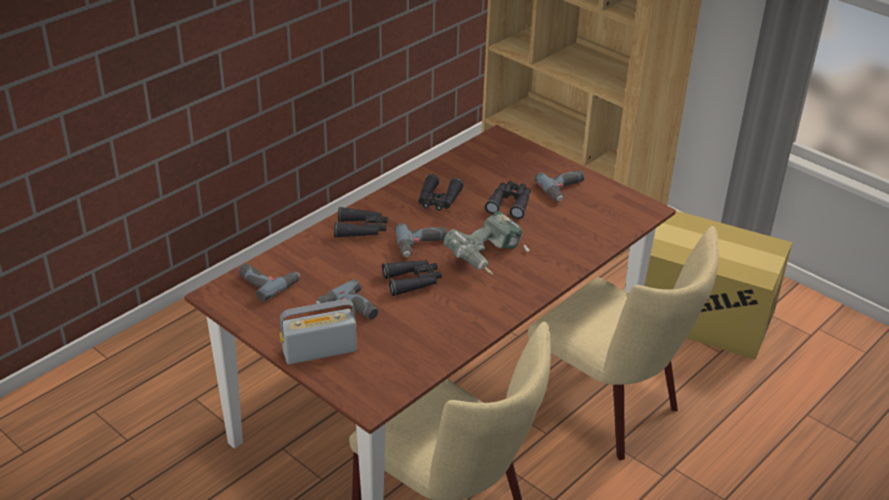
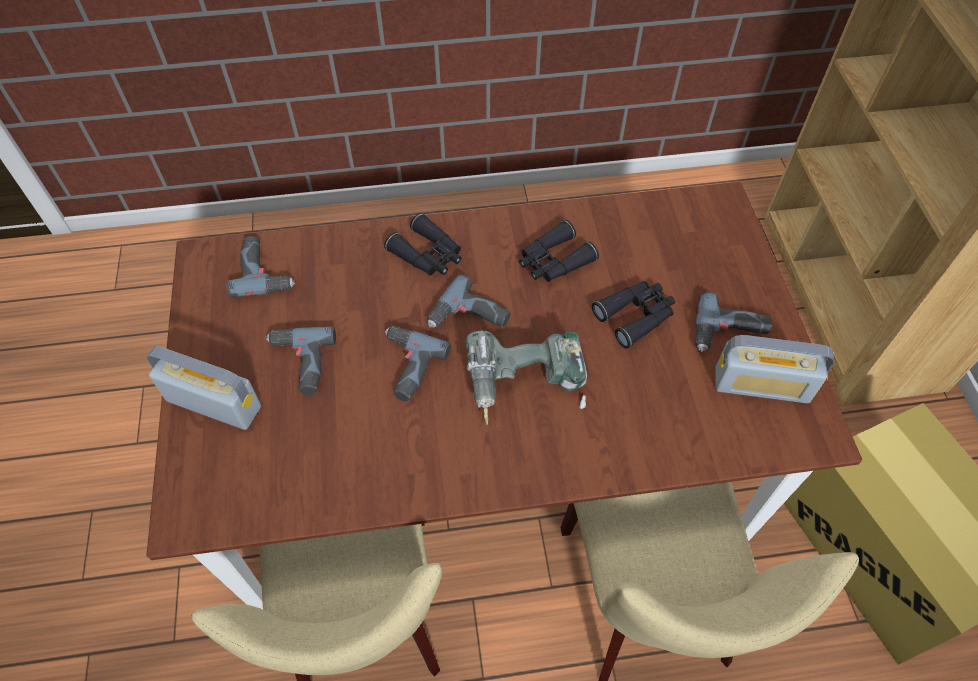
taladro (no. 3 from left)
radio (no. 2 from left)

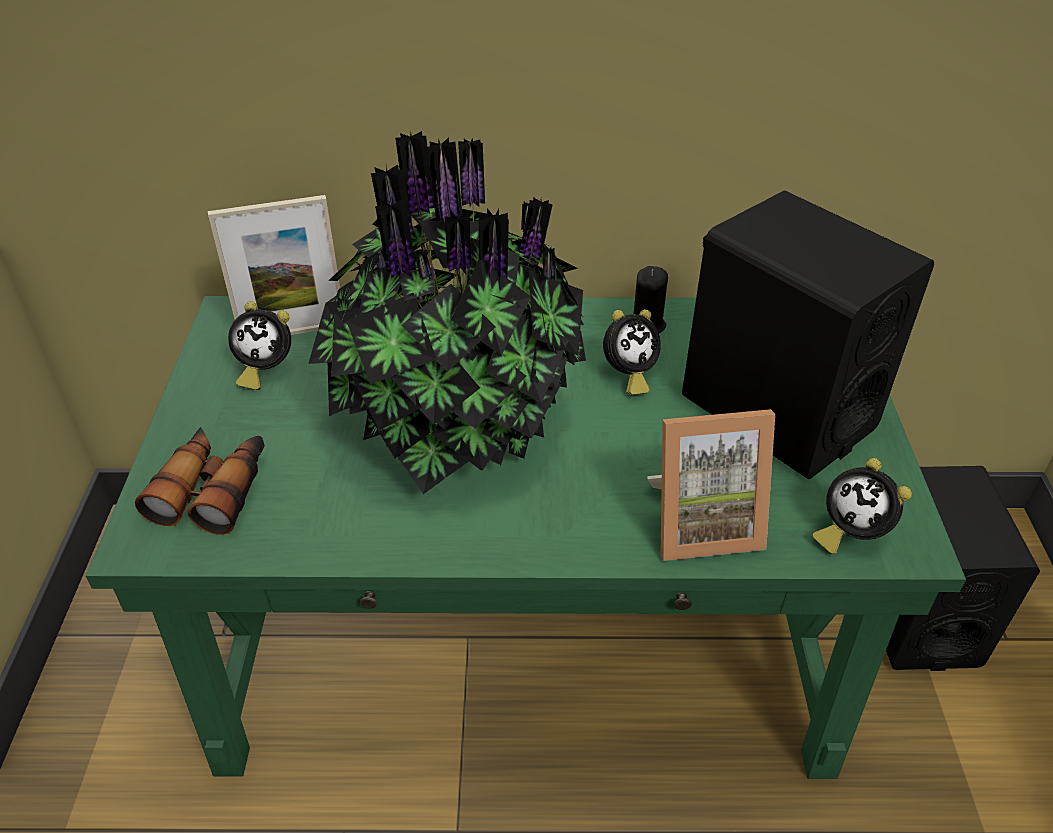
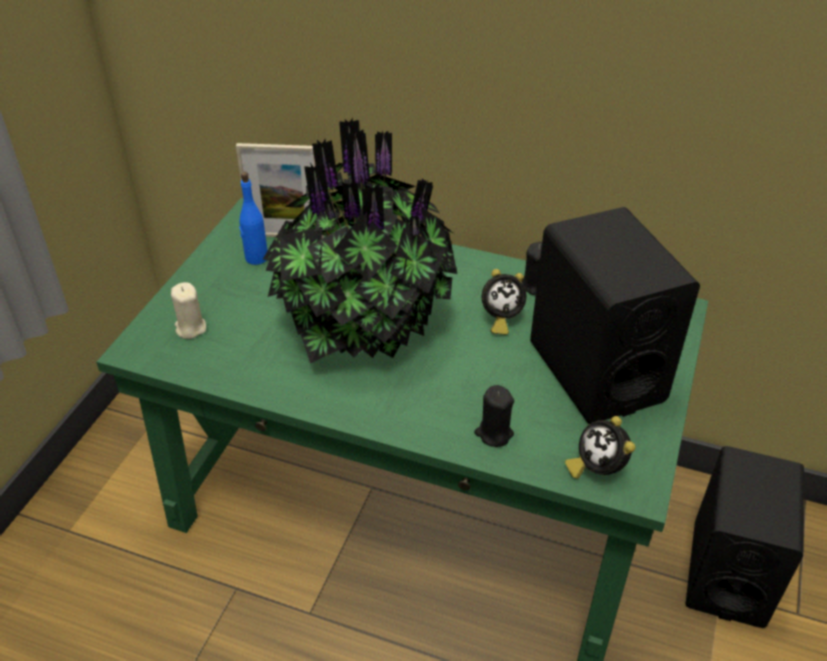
vela [beis]
botella [azul]
vela [negro] (no. 1 from left)

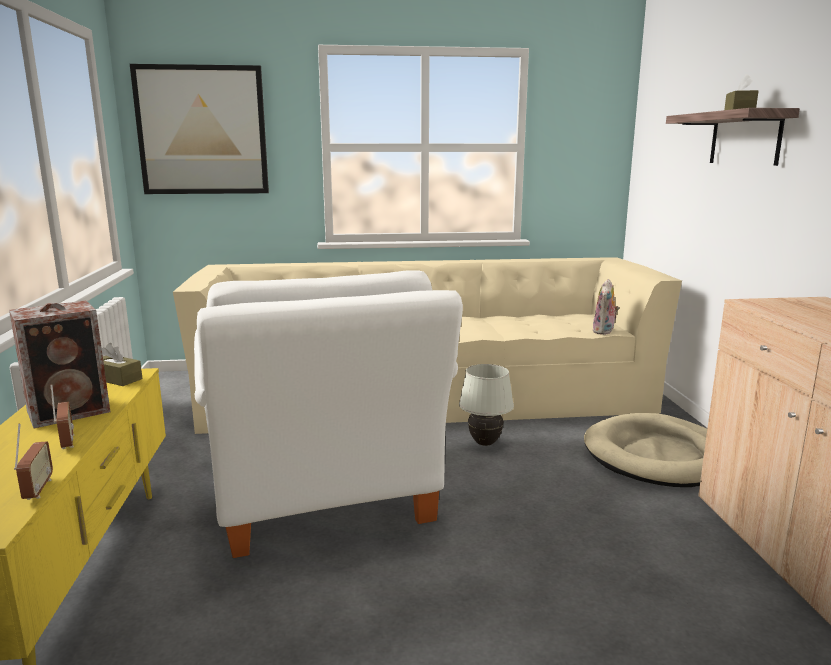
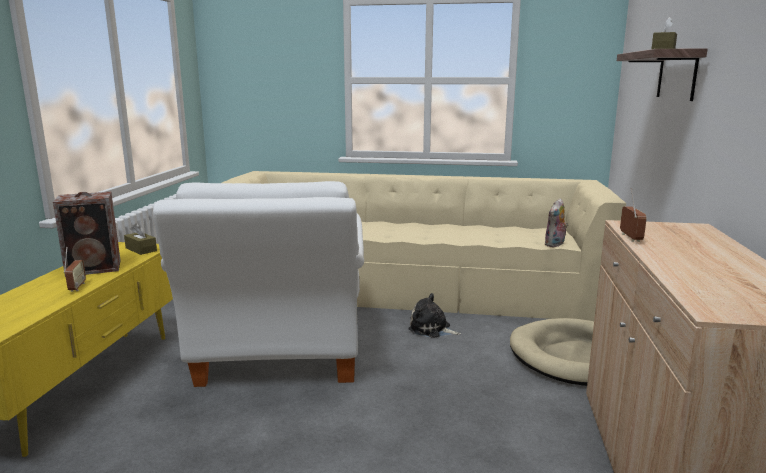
peluche (no. 1 from left)
radio (no. 2 from left)
cuadro

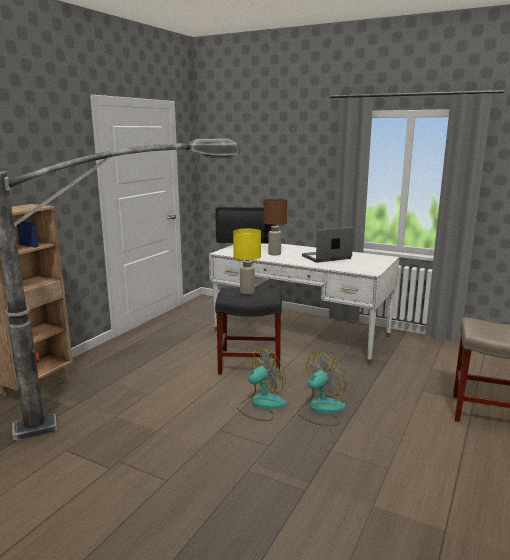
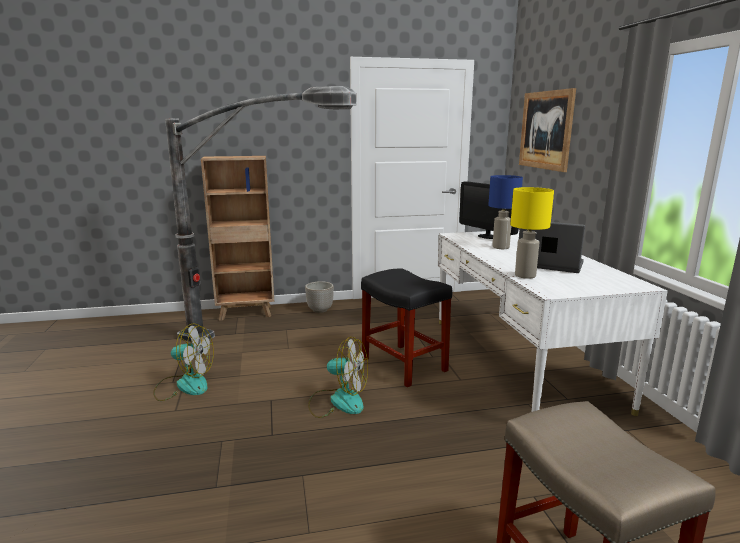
ventilador (no. 1 from left)
maceta
lámpara de mesa [azul]
lámpara de mesa [amarillo]
cuadro

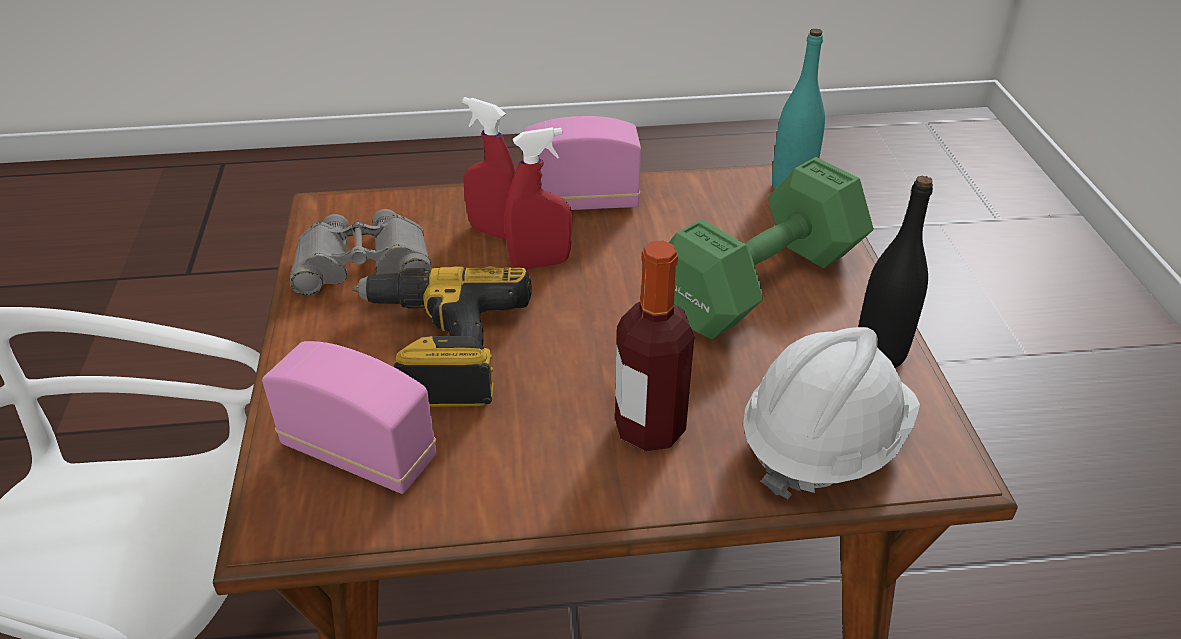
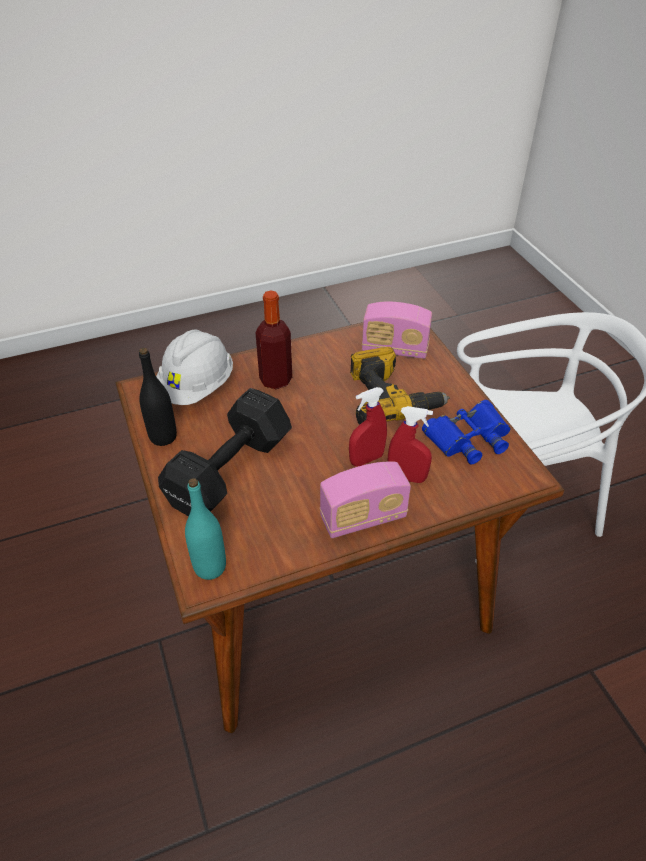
mancuerna [negro]
prismáticos [azul]

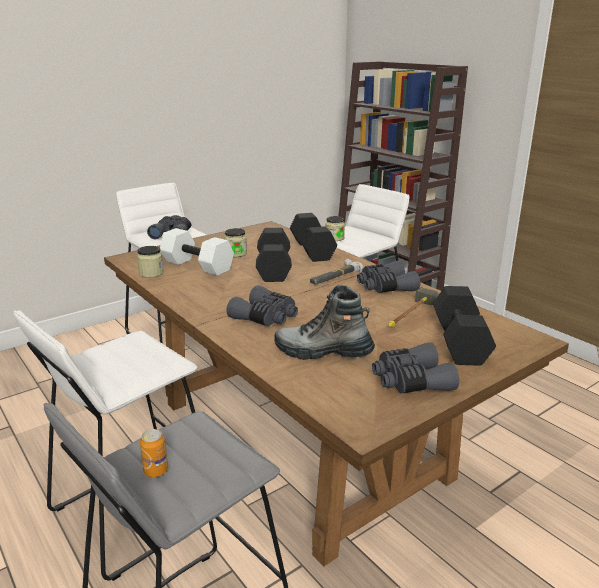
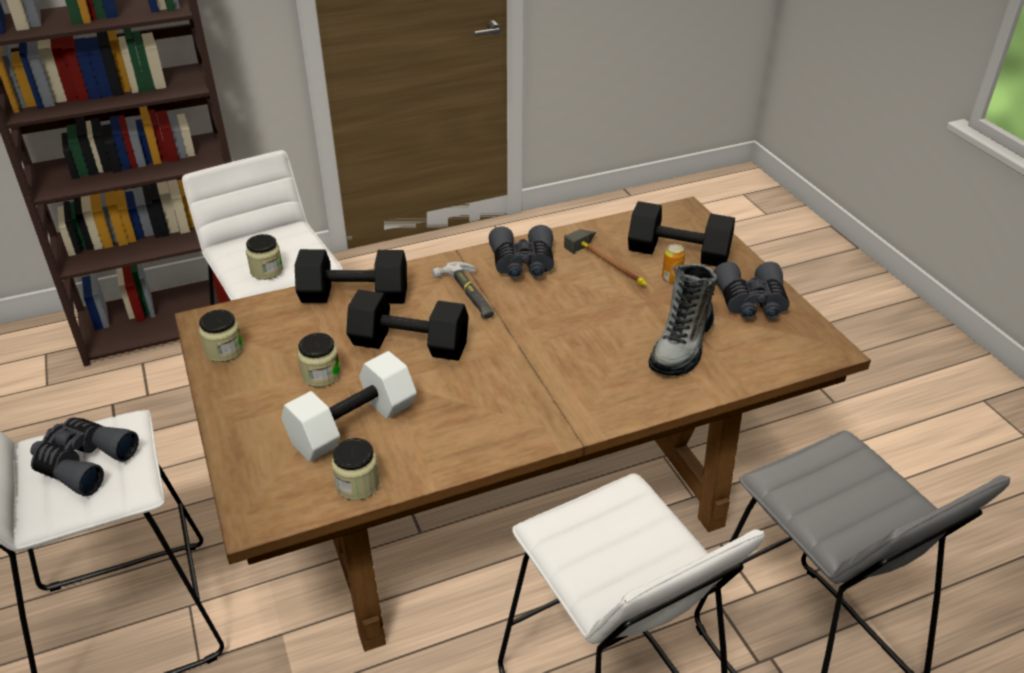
tarro (no. 1 from left)
lata
prismáticos [gris] (no. 2 from left in the first image)

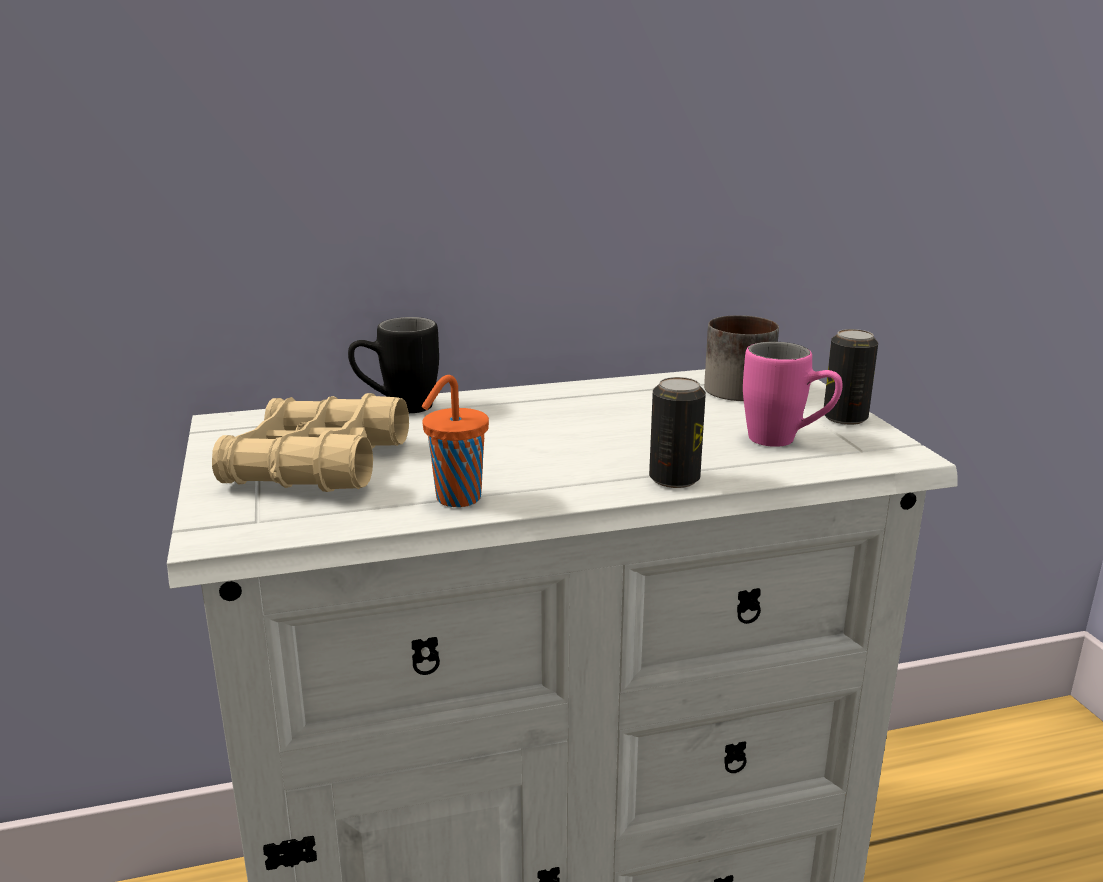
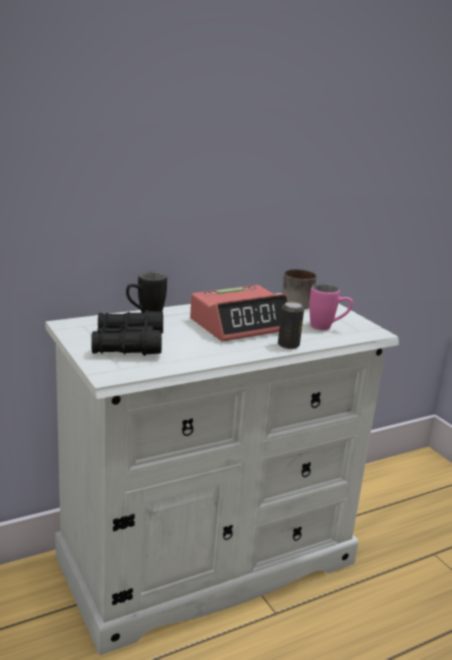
prismáticos [negro]
despertador
taza [naranja]
lata (no. 2 from left in the first image)

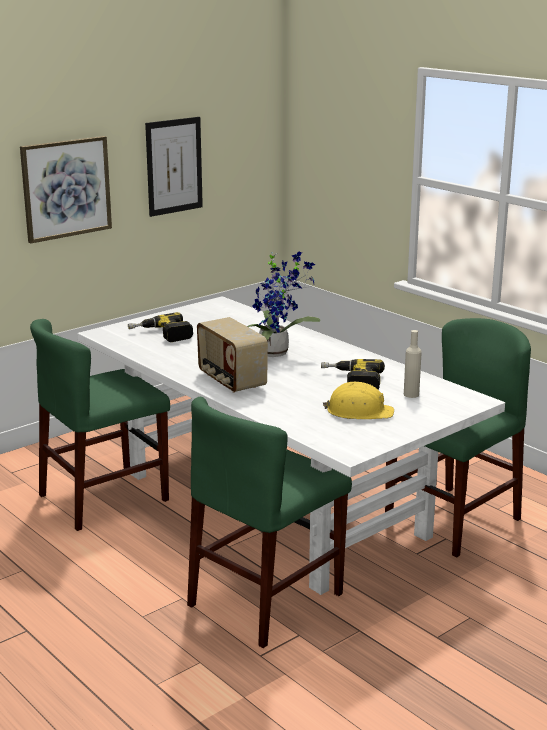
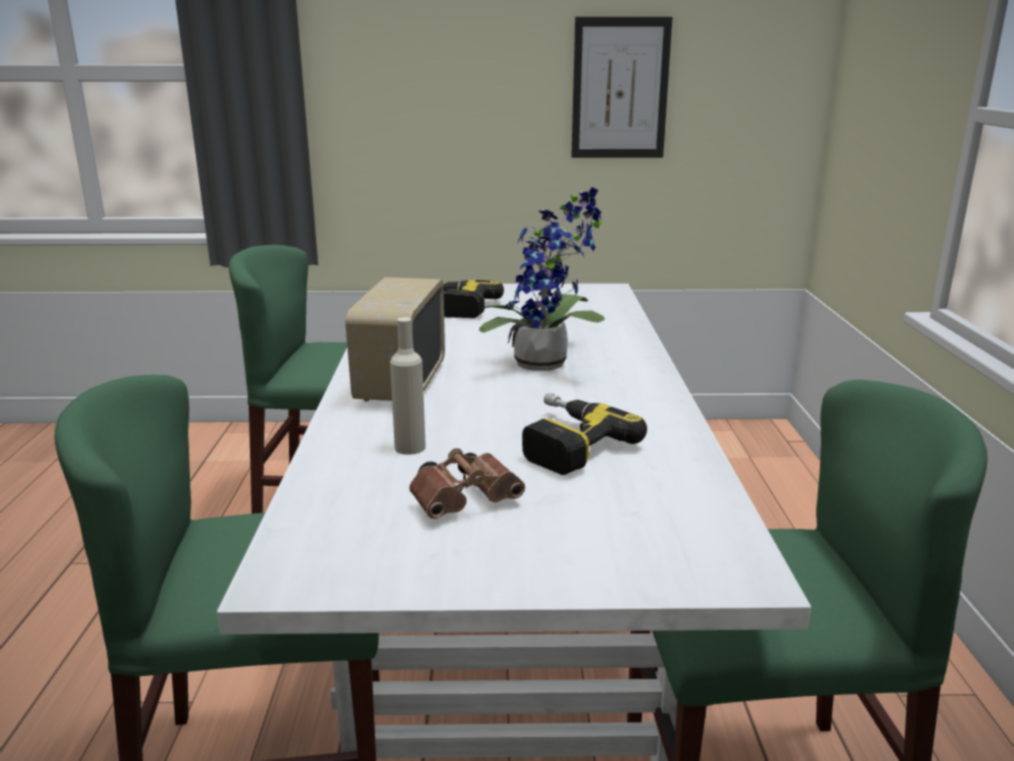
botella [beis]
prismáticos [marrón]
cuadro (no. 1 from left in the first image)

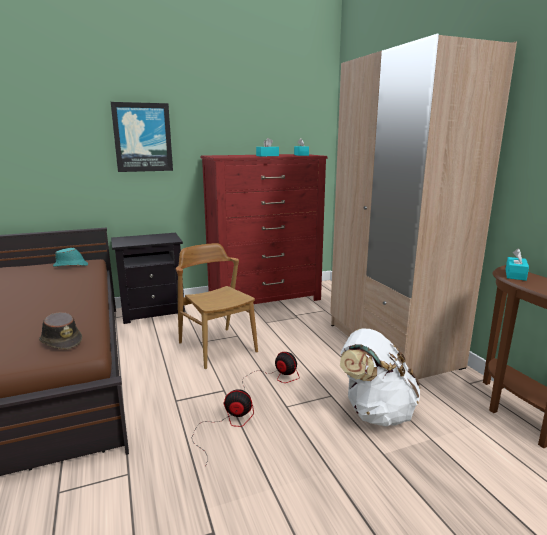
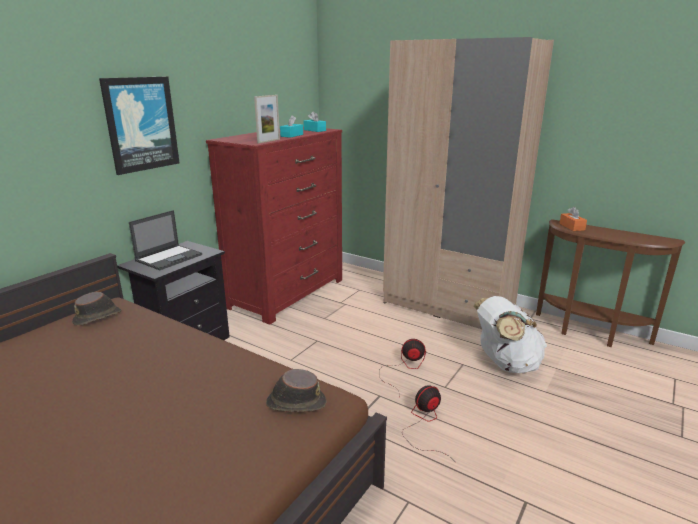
sombrero [marrón] (no. 1 from left)
portátil
portarretratos
caja de pañuelos [naranja]
silla [marrón]

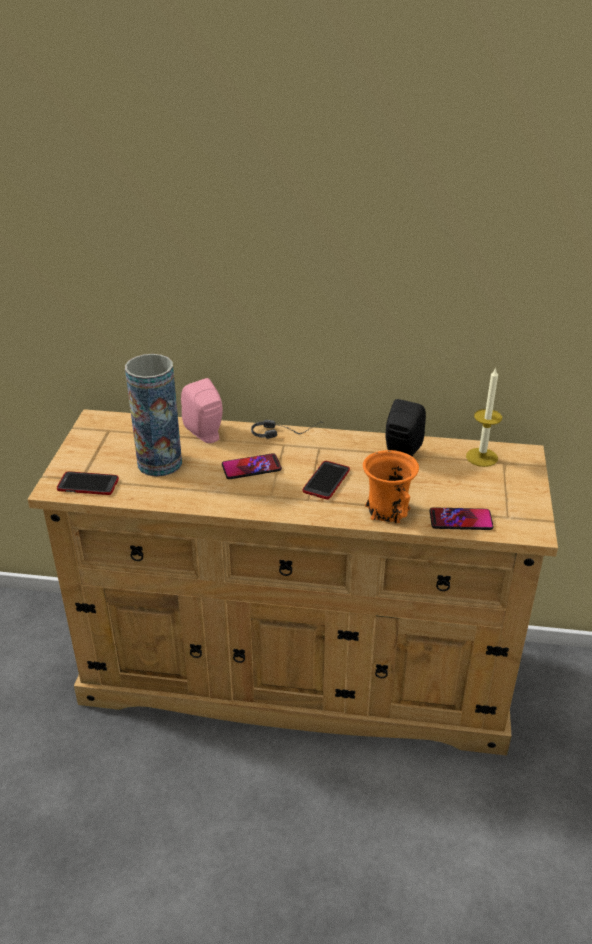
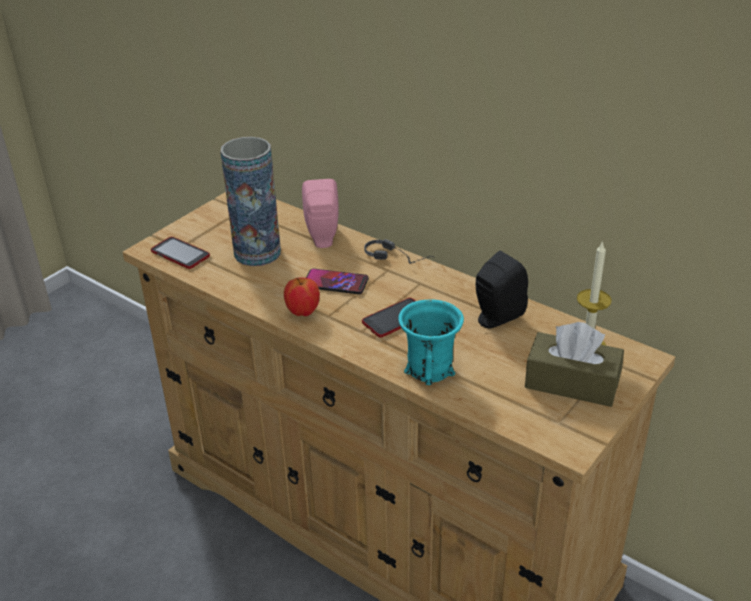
manzana
taza grande [turquesa]
caja de pañuelos [marrón]
móvil (no. 4 from left in the first image)

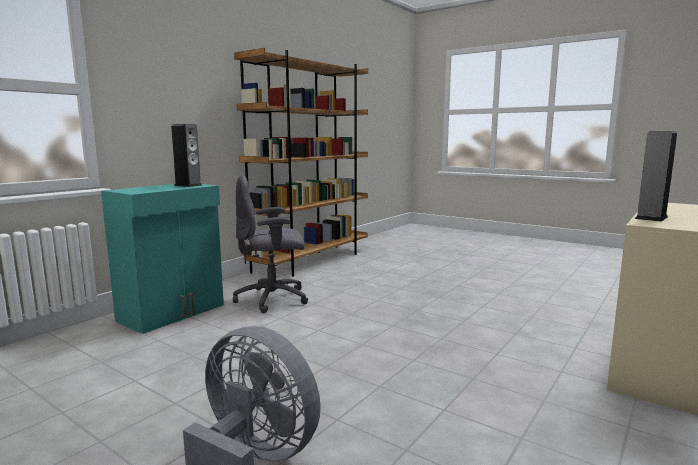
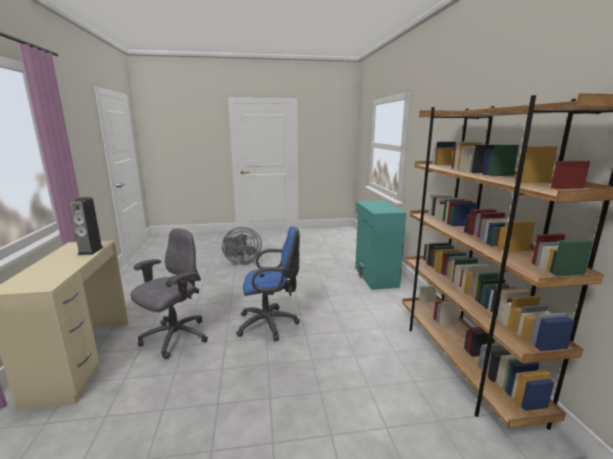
silla de oficina [gris]
silla de oficina [azul]
altavoz (no. 1 from left in the first image)

